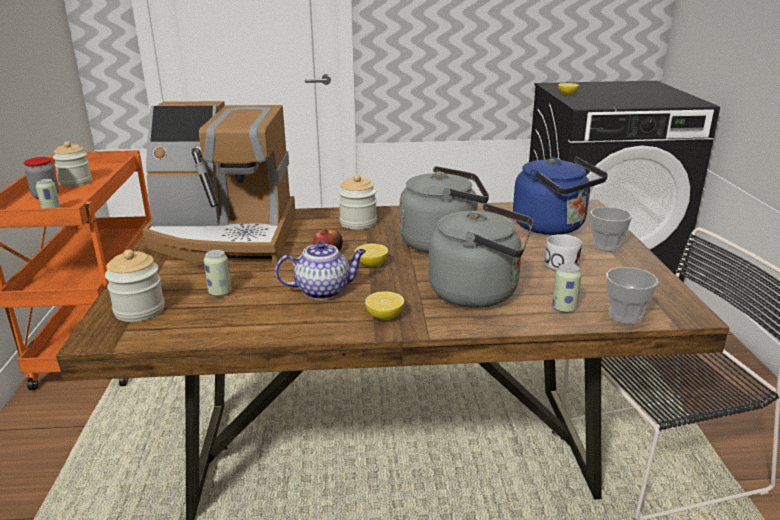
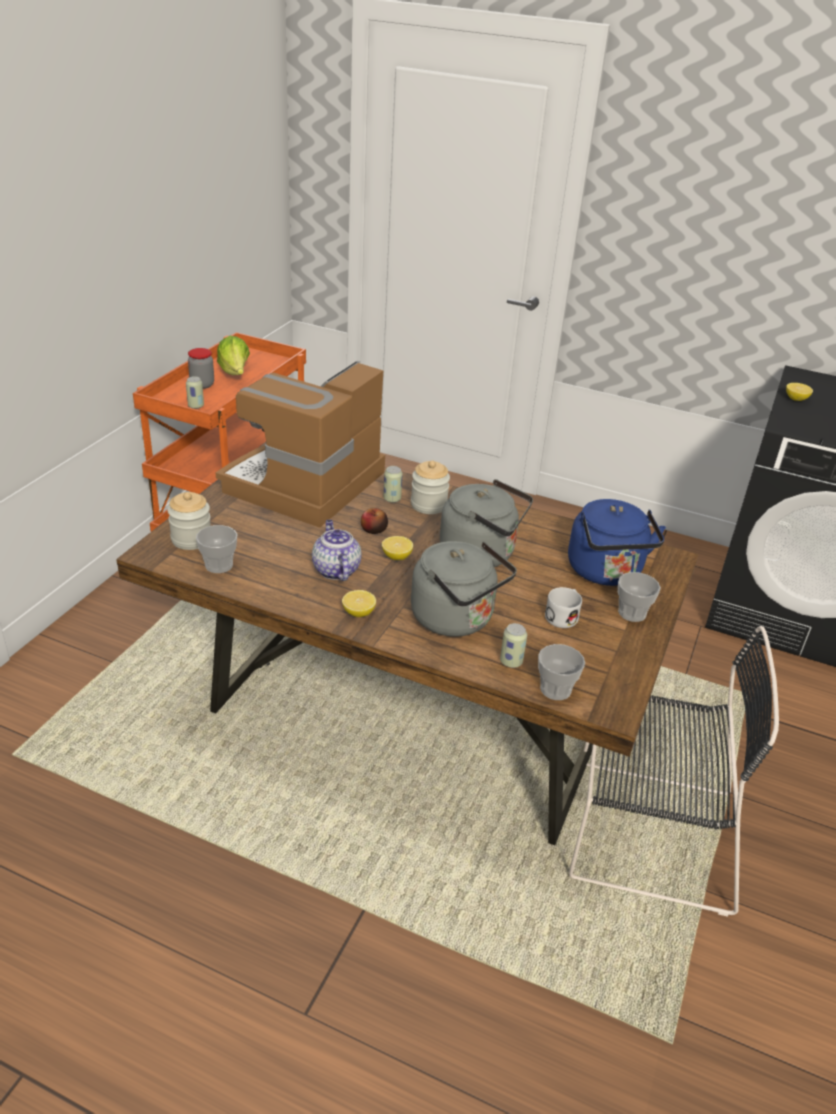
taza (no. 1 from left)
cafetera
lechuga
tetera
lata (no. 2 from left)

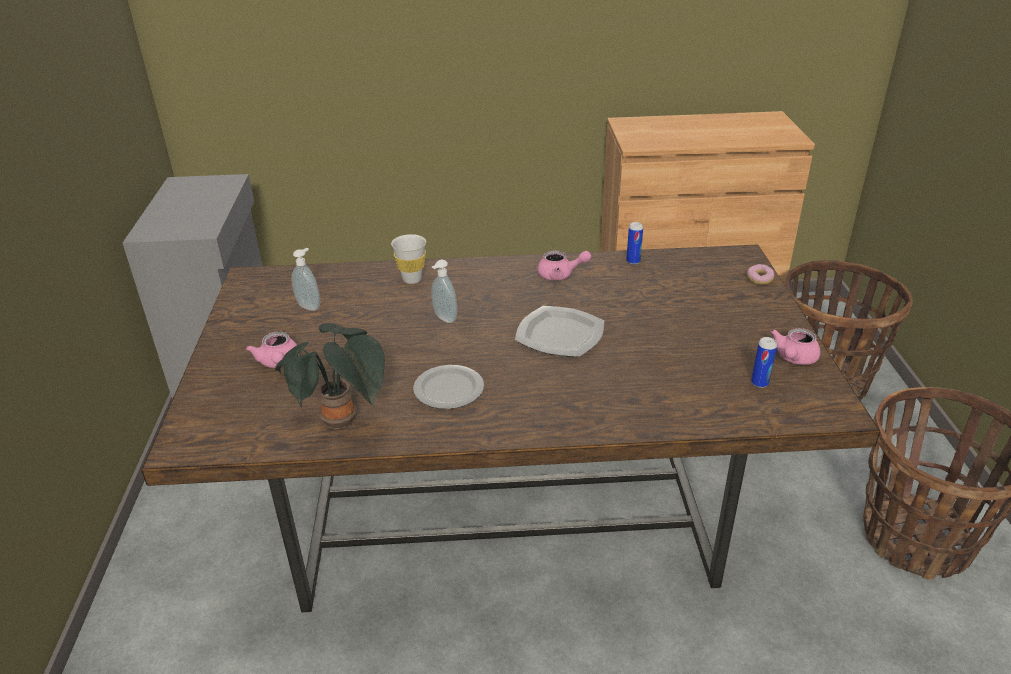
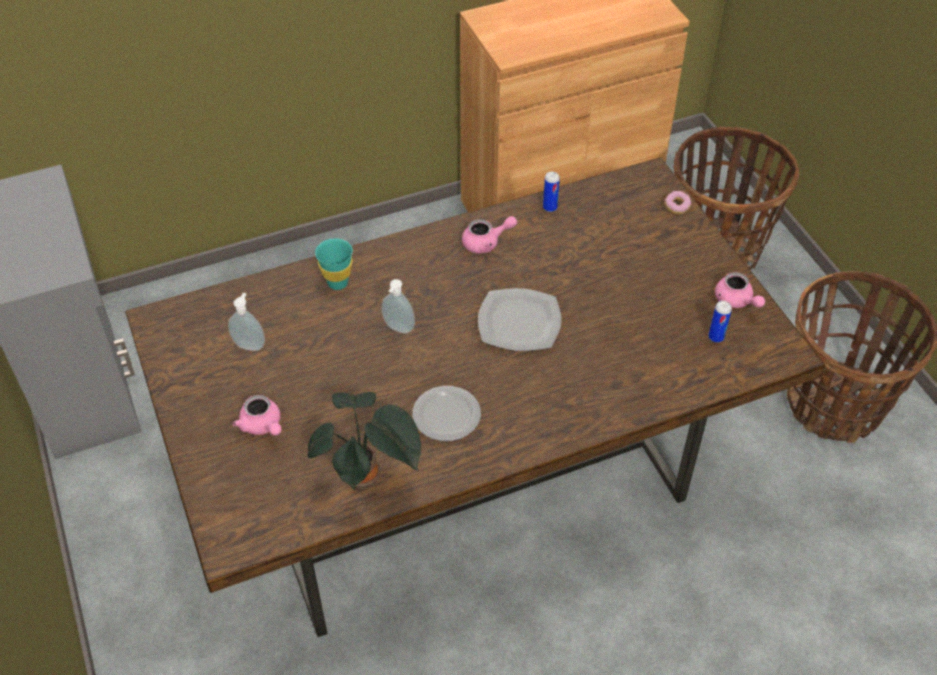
taza [turquesa]
tetera [rosa] (no. 3 from left)

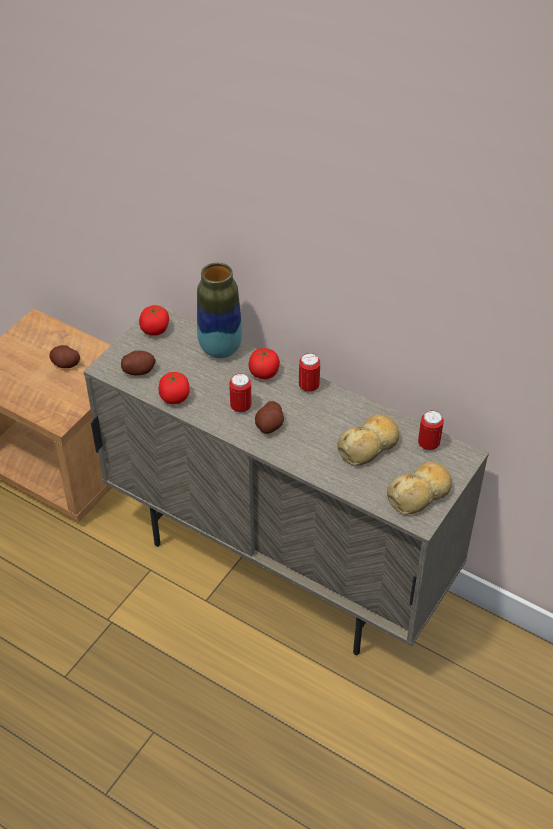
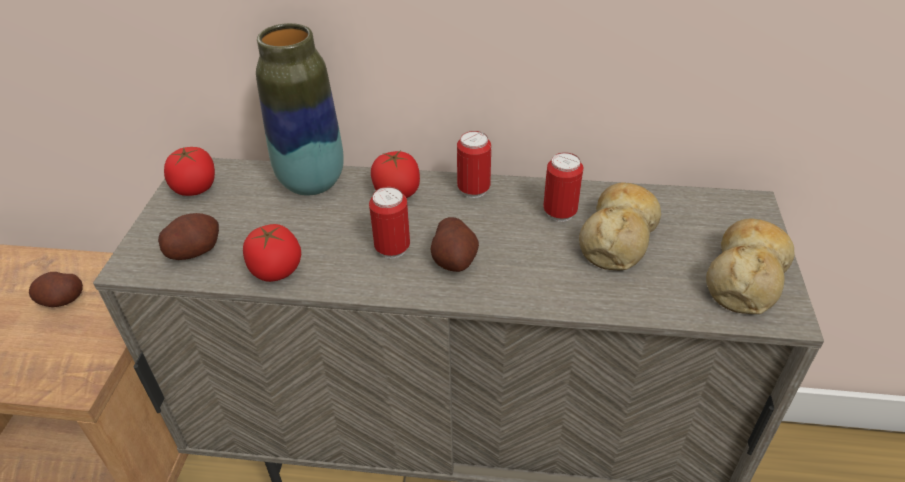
lata (no. 3 from left)

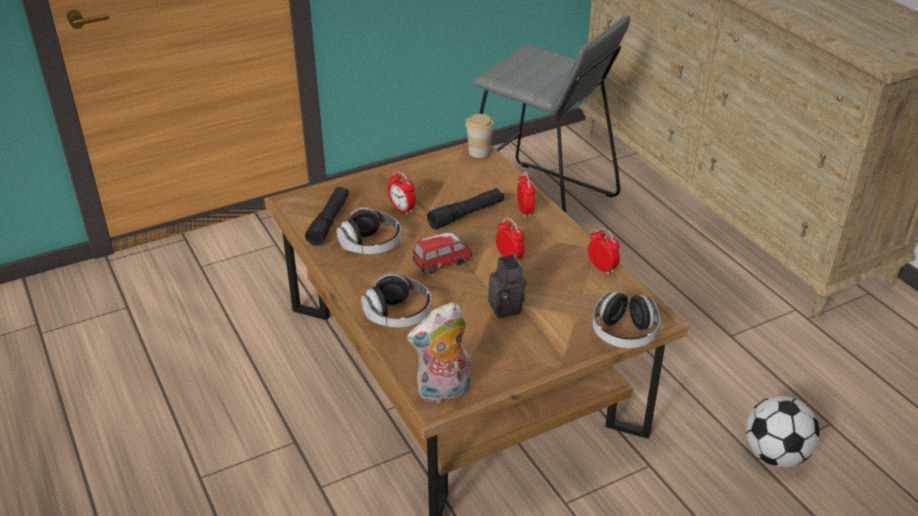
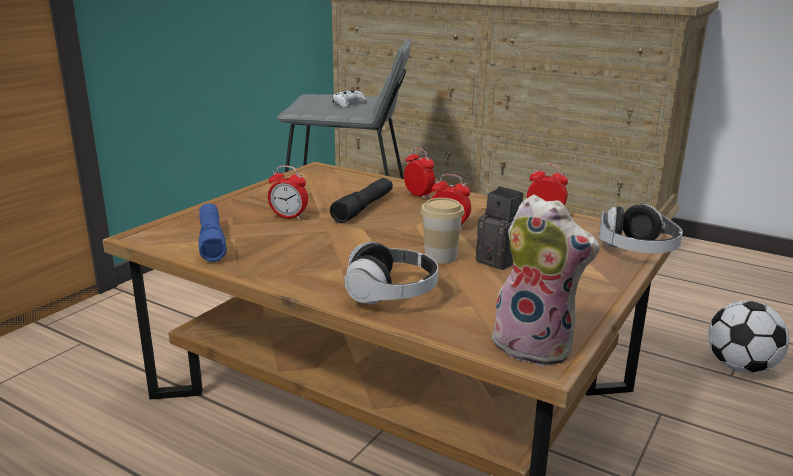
linterna [azul]
mando de consola [blanco]
taza
peluche
auriculares (no. 1 from left in the first image)
coche de juguete

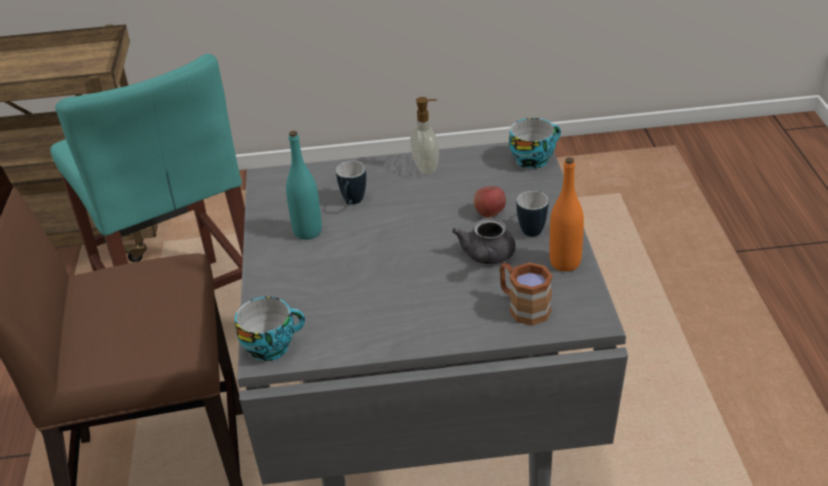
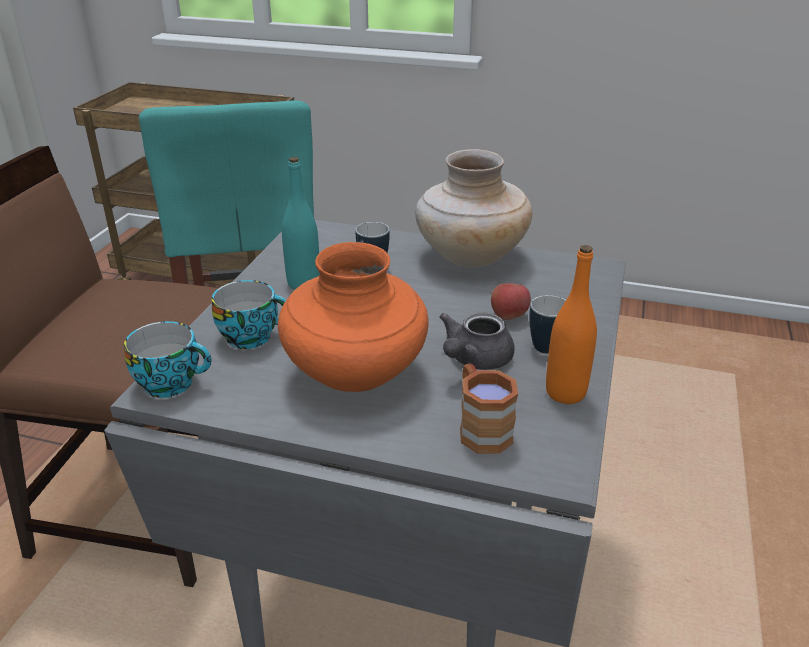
taza (no. 2 from left)
florero [naranja]
florero [beis]

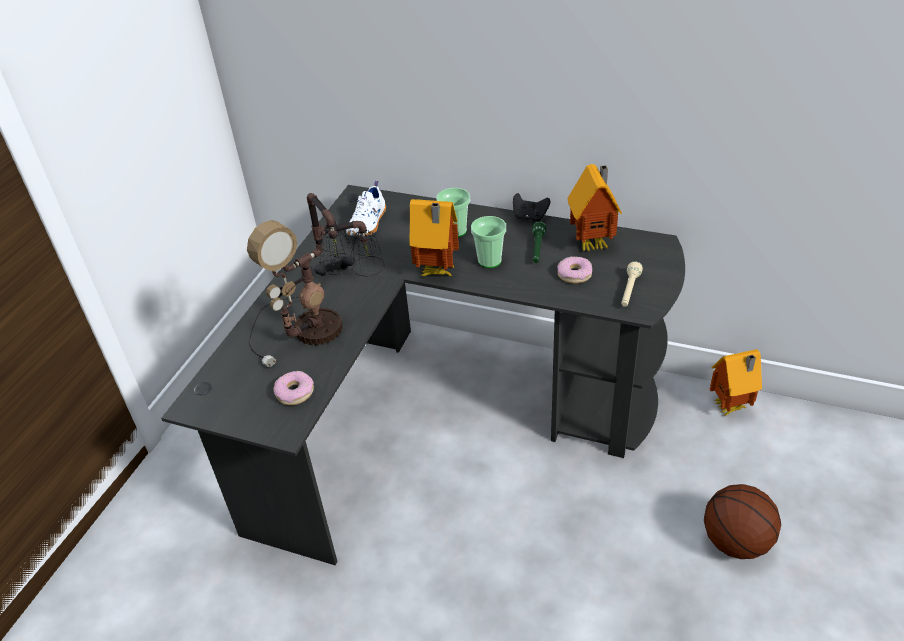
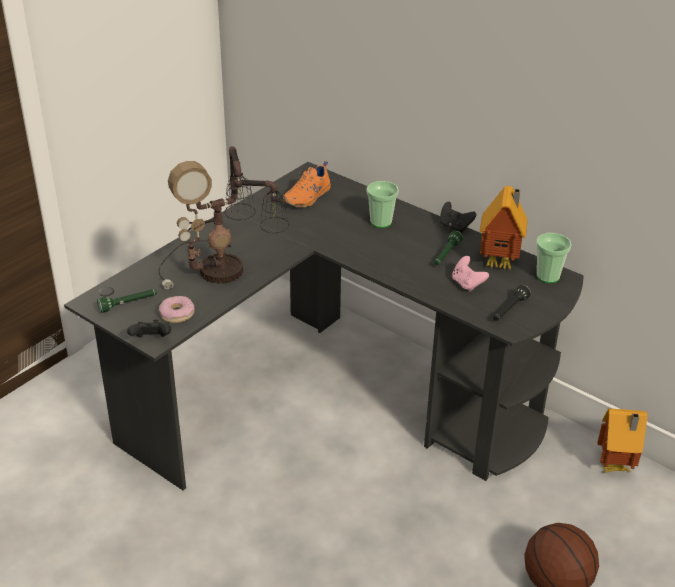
linterna [verde] (no. 1 from left)
mando de consola [negro] (no. 1 from left)
zapato [naranja]
mando de consola [rosa]
linterna [negro]
taza (no. 2 from left)
casita (no. 1 from left in the first image)

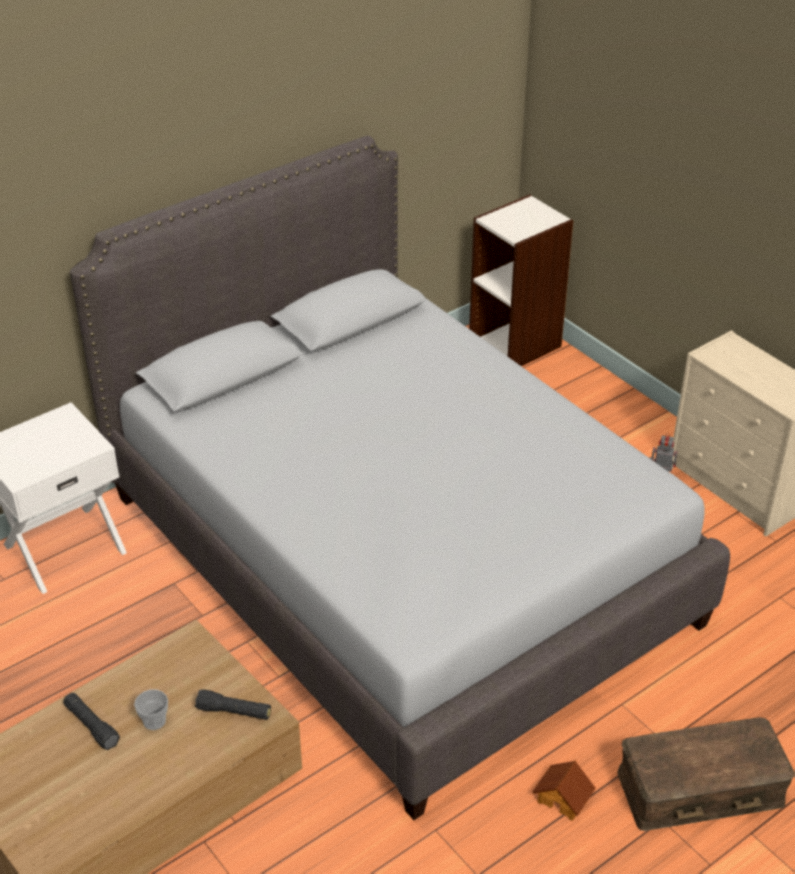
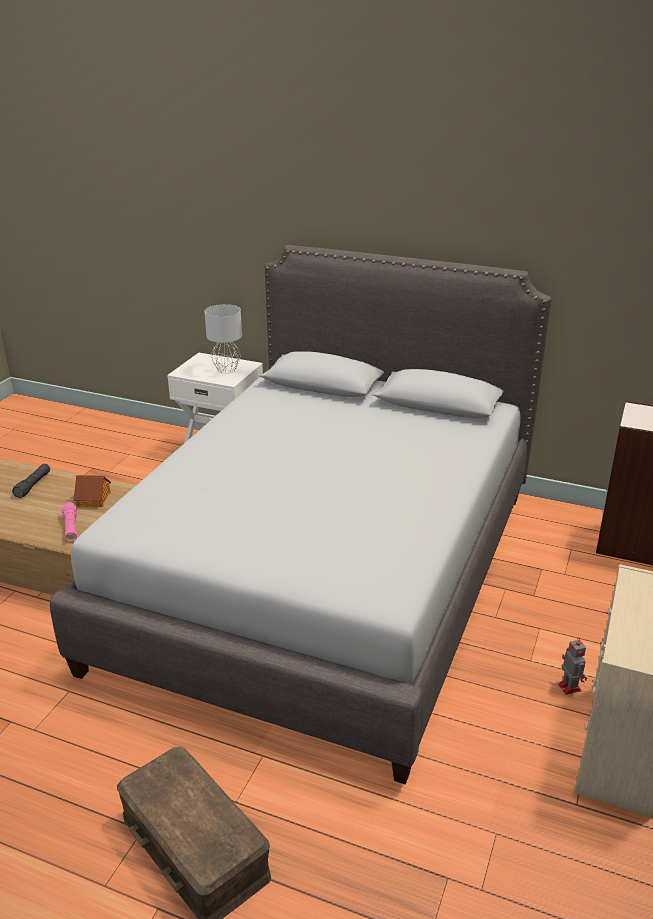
linterna [rosa]
casita
lámpara de mesa [gris]
taza

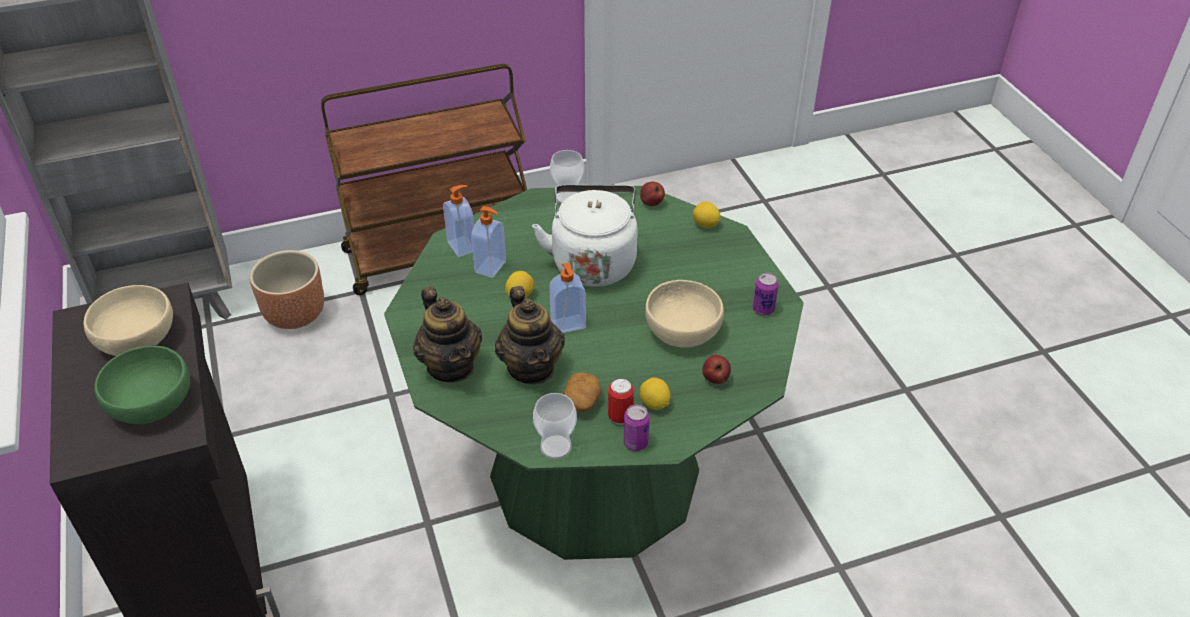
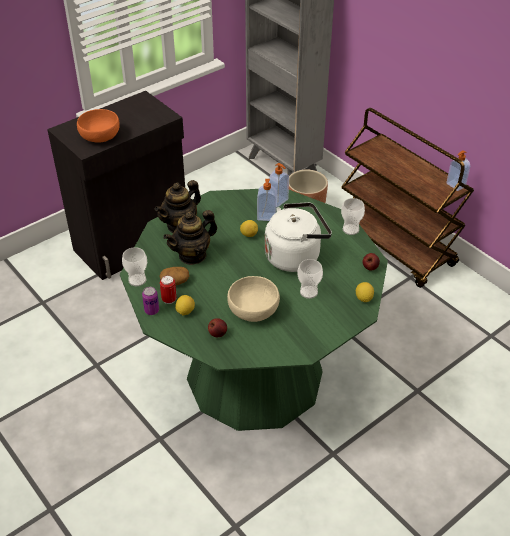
cuenco [naranja]
taza (no. 2 from left)
dispensador de jabón (no. 3 from left)
cuenco [beis] (no. 1 from left in the first image)
lata (no. 3 from left in the first image)

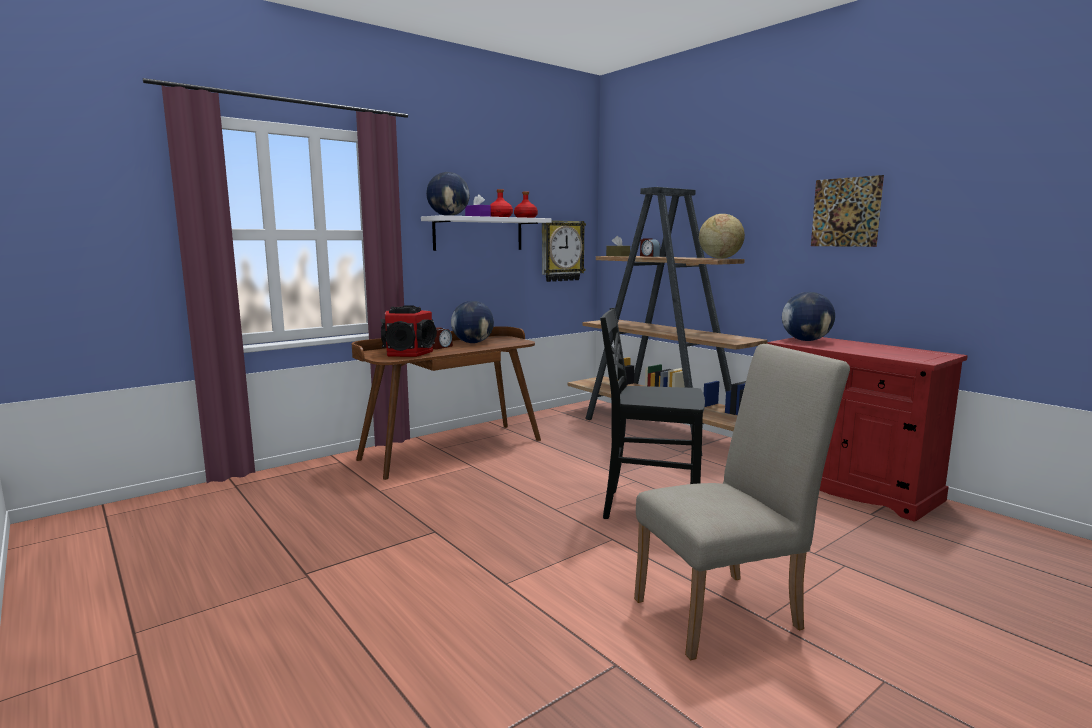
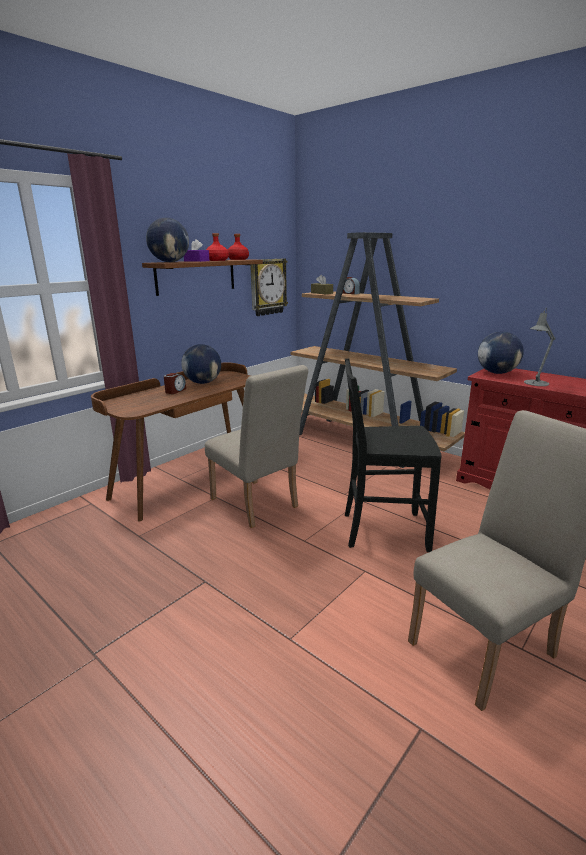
estante [marrón]
silla [beis] (no. 1 from left)
lámpara de mesa [gris]
altavoz
globo terráqueo (no. 3 from left in the first image)
cuadro

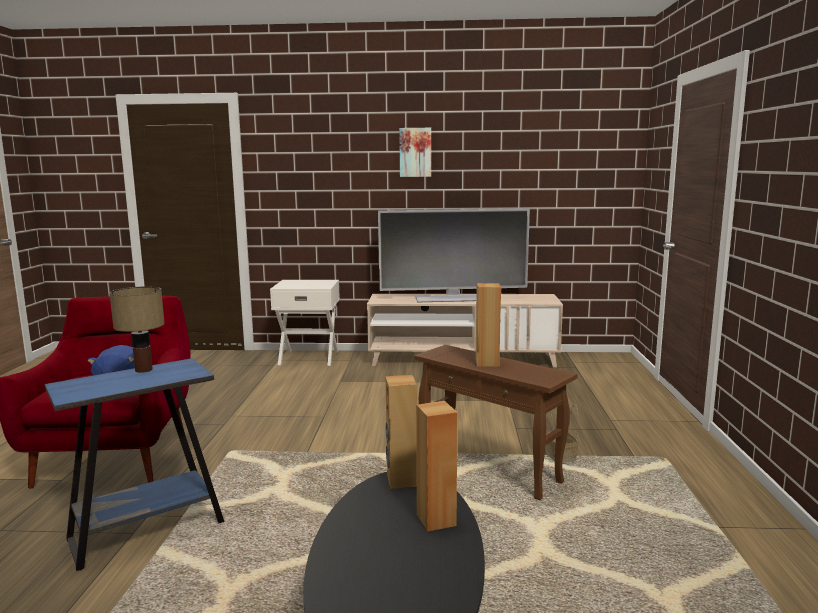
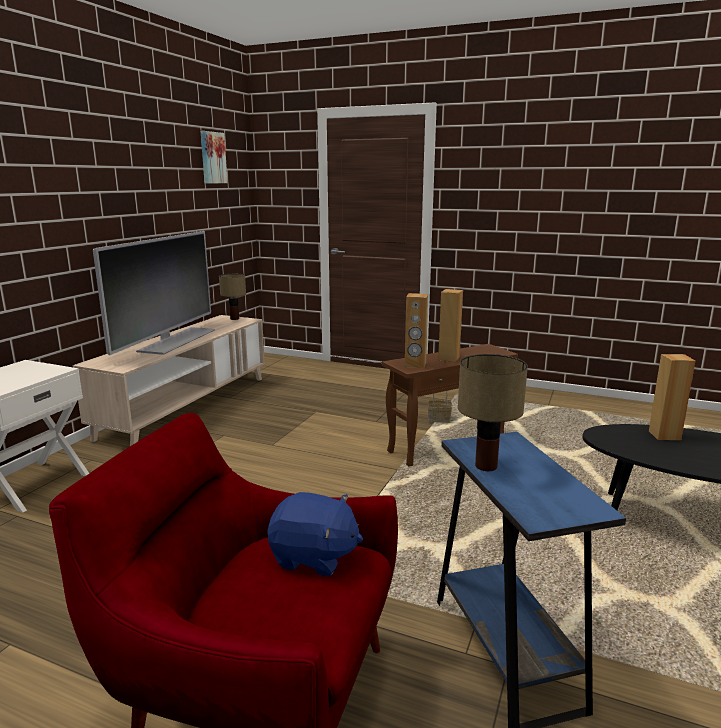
cuadro
lámpara de mesa (no. 1 from left)
altavoz [marrón] (no. 1 from left)

